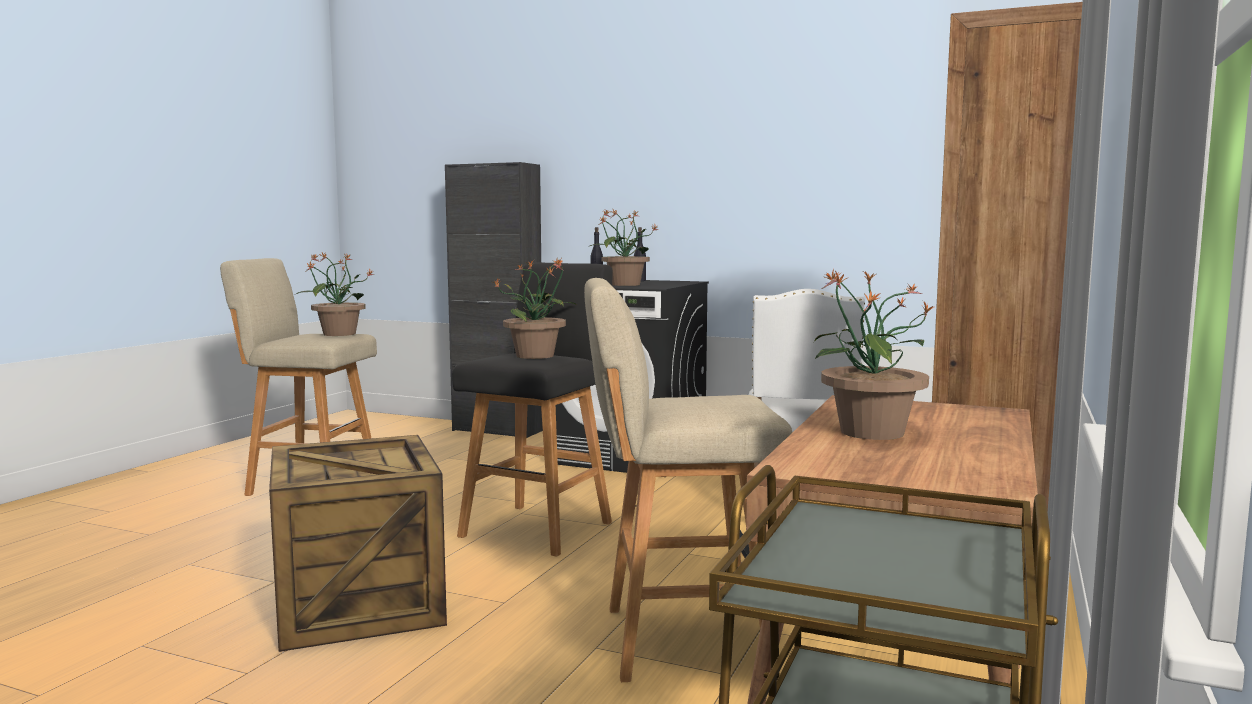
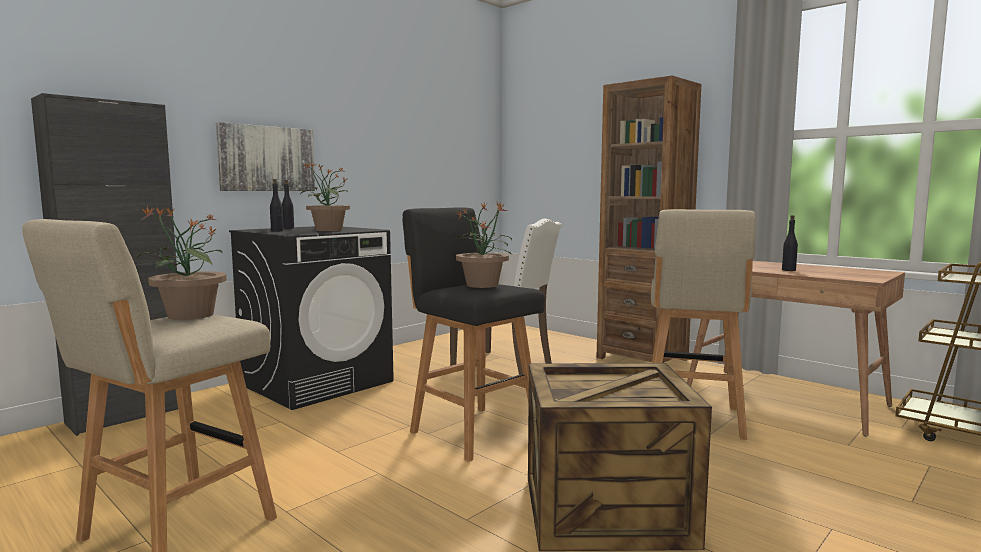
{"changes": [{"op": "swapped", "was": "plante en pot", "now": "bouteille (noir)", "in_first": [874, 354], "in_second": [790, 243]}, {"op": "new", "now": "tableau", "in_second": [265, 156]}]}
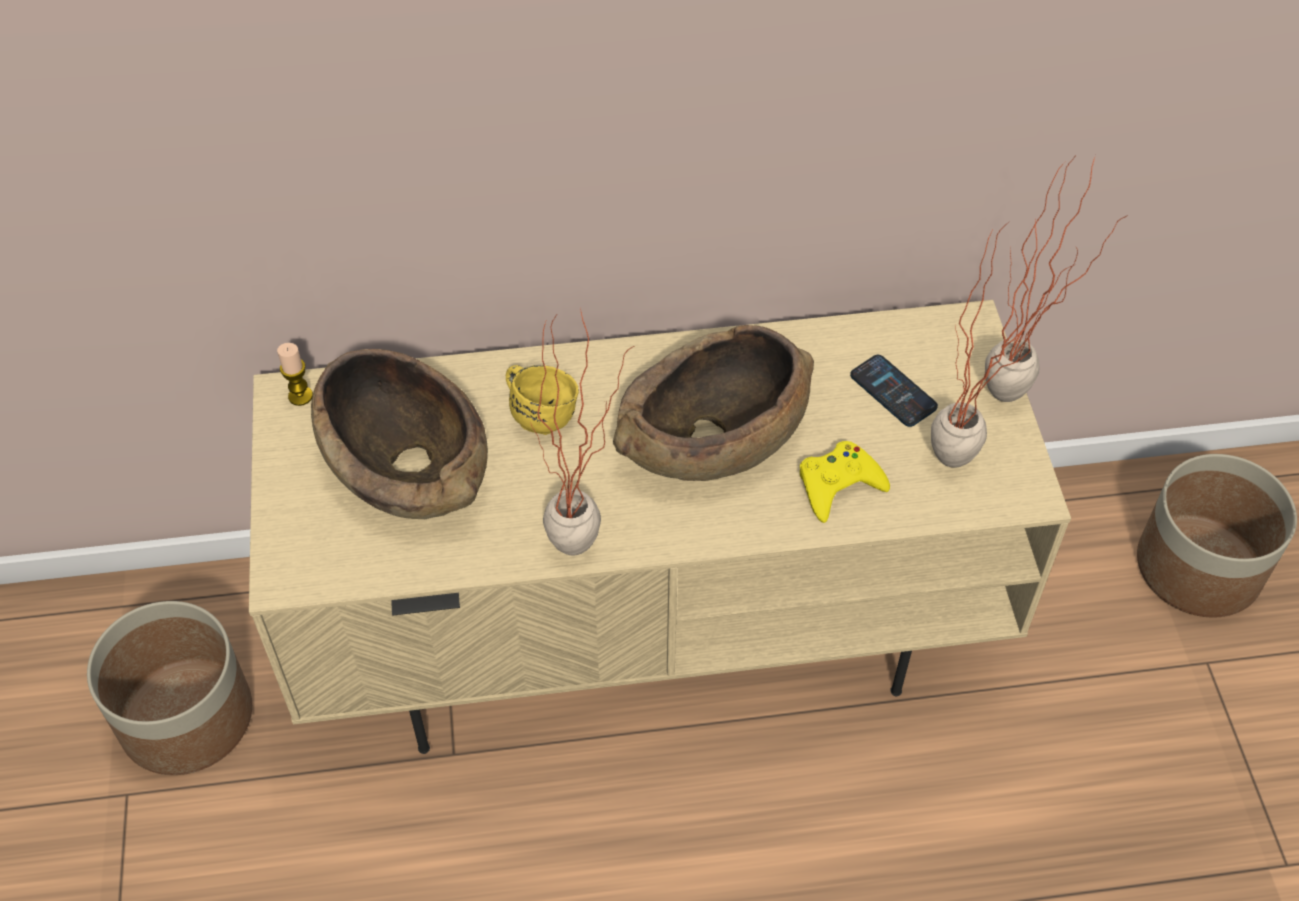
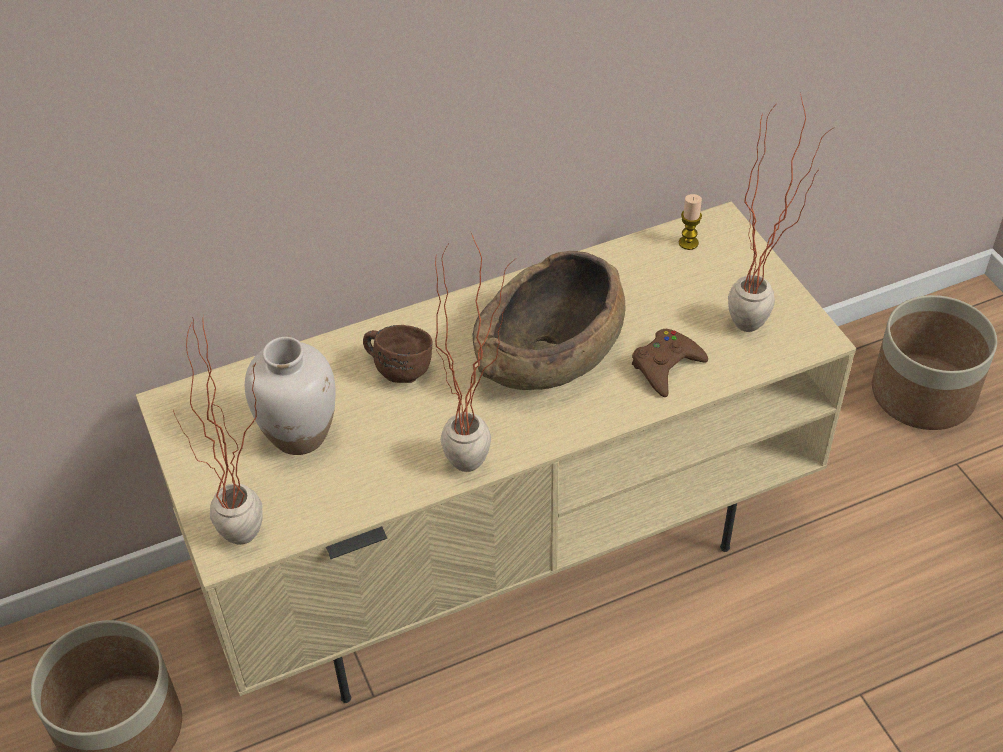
{"changes": [{"op": "shifted", "was": "bougie", "in_first": [295, 374], "in_second": [690, 222]}, {"op": "swapped", "was": "bol (marron)", "now": "vase (blanc)", "in_first": [399, 434], "in_second": [290, 396]}, {"op": "repainted", "was": "mug (jaune)", "now": "mug (marron)", "in_first": [542, 400], "in_second": [397, 354]}, {"op": "repainted", "was": "manette (jaune)", "now": "manette (marron)", "in_first": [845, 482], "in_second": [670, 363]}, {"op": "gone", "was": "téléphone", "in_first": [894, 391]}, {"op": "shifted", "was": "plante en pot", "in_first": [1056, 278], "in_second": [218, 431]}]}
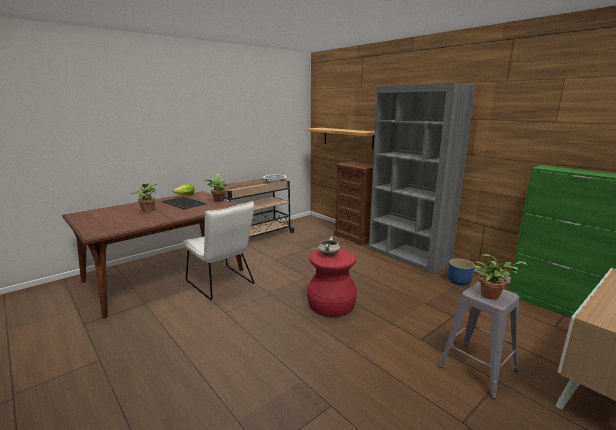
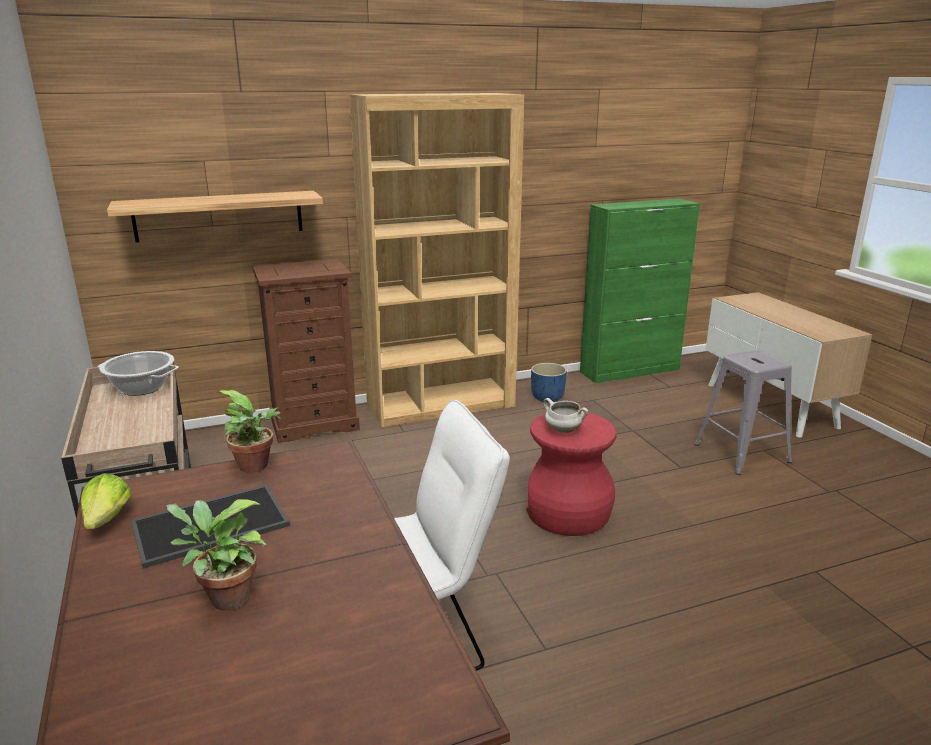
{"changes": [{"op": "repainted", "was": "bibliothèque (gris)", "now": "bibliothèque (marron)", "in_first": [422, 178], "in_second": [436, 260]}, {"op": "gone", "was": "plante en pot", "in_first": [500, 277]}]}
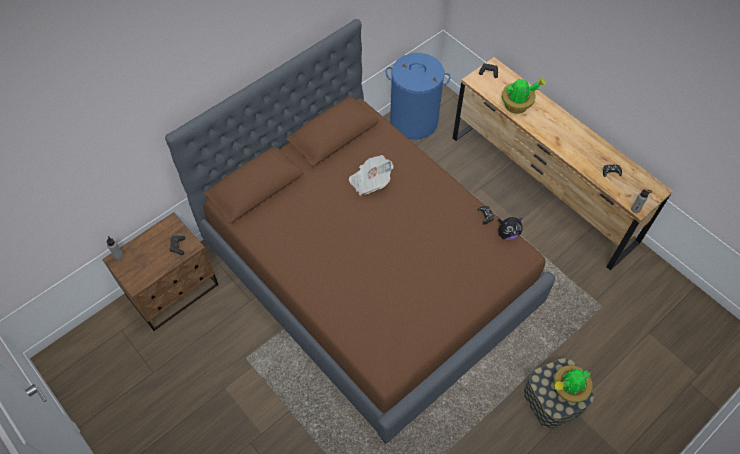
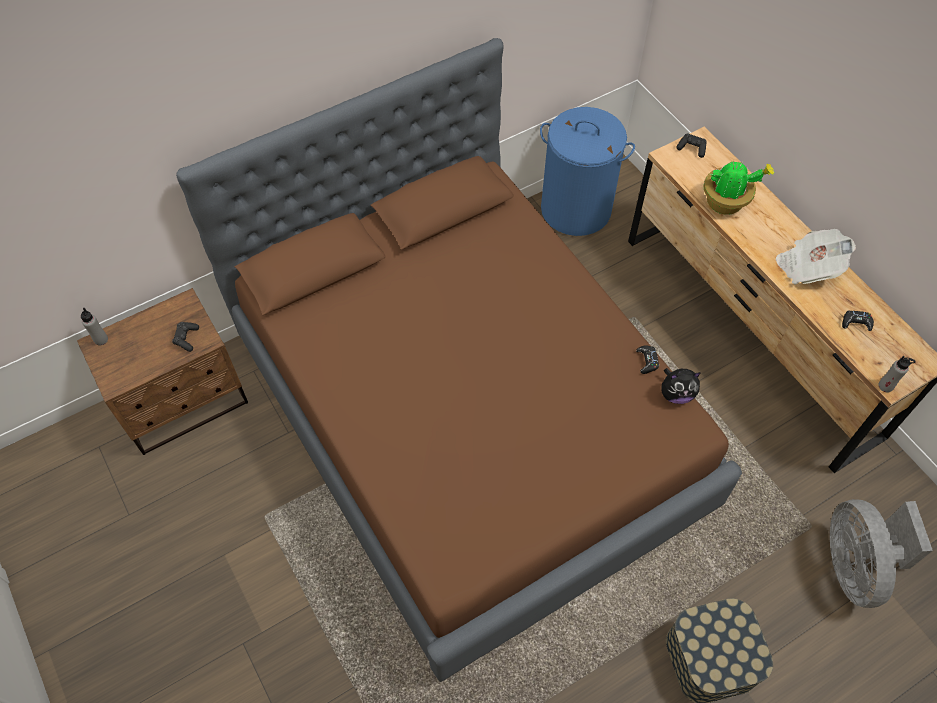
{"changes": [{"op": "shifted", "was": "journal", "in_first": [371, 175], "in_second": [815, 257]}, {"op": "gone", "was": "plante en pot", "in_first": [573, 384]}, {"op": "new", "now": "ventilateur (gris)", "in_second": [881, 553]}]}
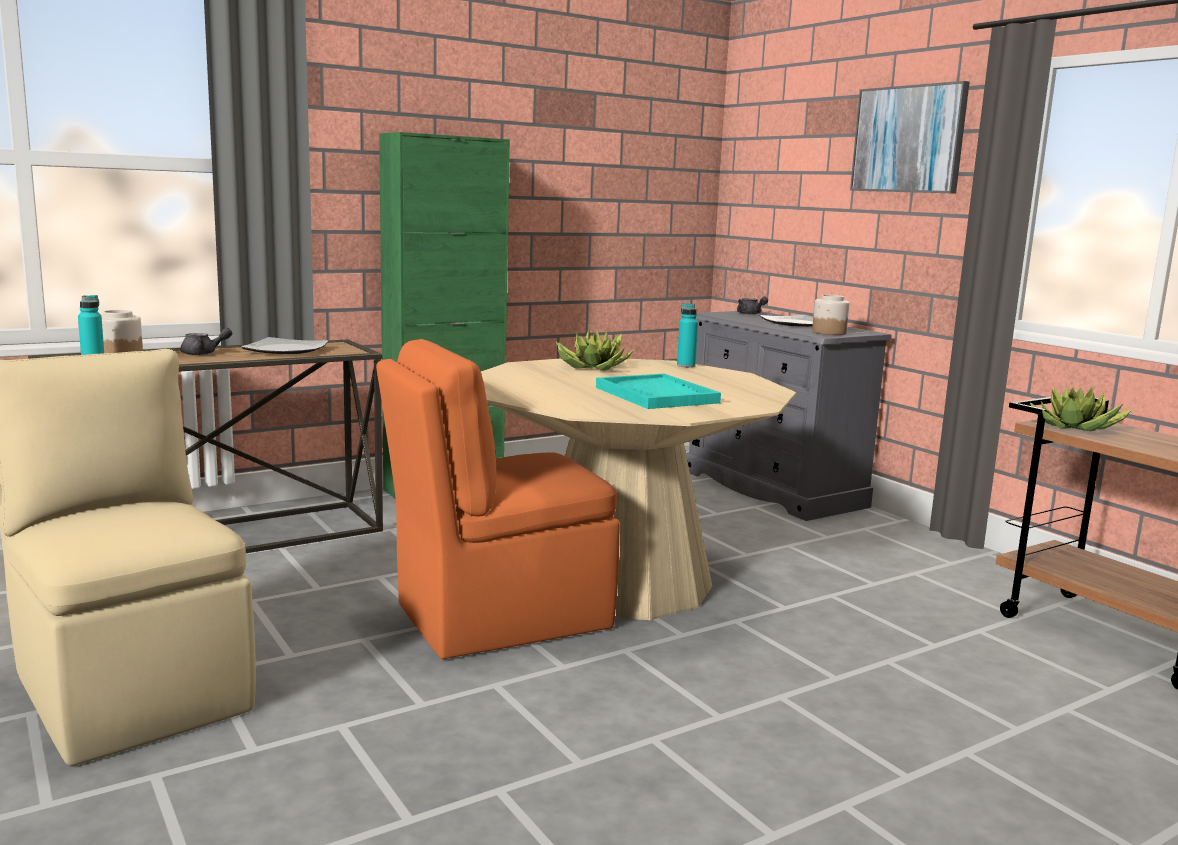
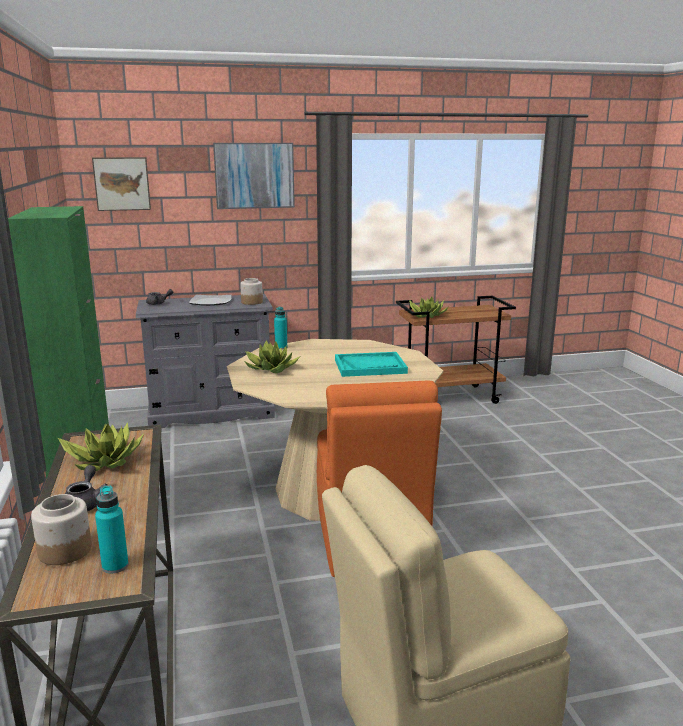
{"changes": [{"op": "swapped", "was": "assiette", "now": "plante en pot", "in_first": [285, 345], "in_second": [101, 446]}, {"op": "new", "now": "tableau", "in_second": [121, 184]}]}
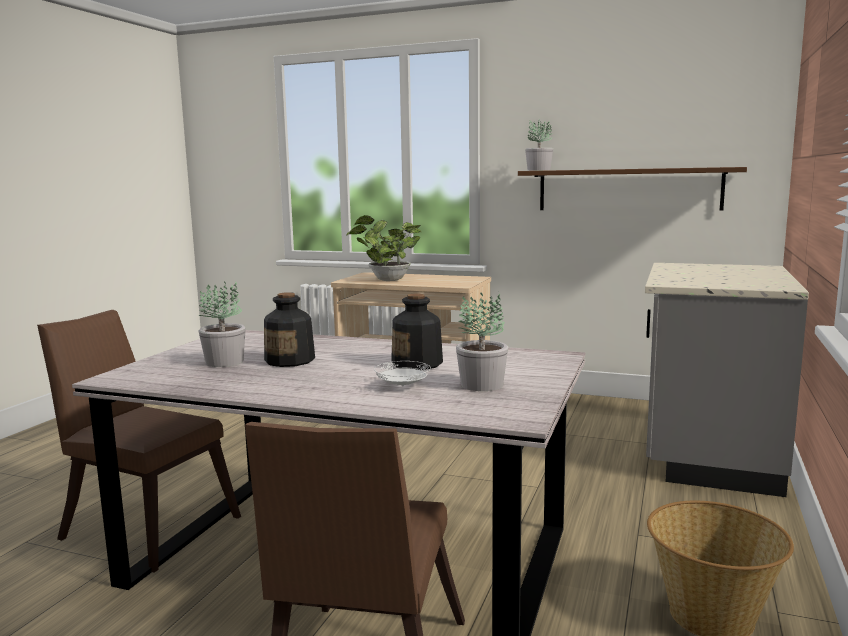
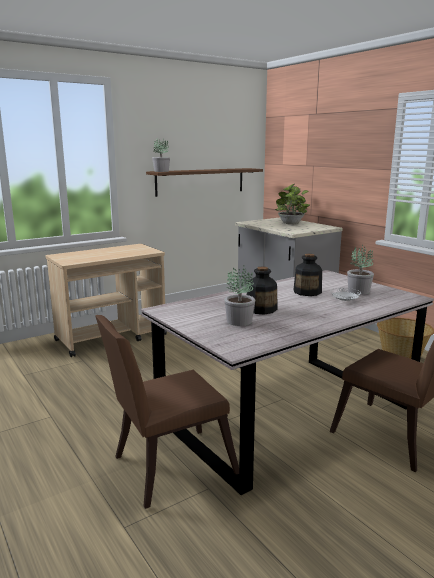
{"changes": [{"op": "shifted", "was": "plante en pot", "in_first": [383, 248], "in_second": [292, 204]}]}
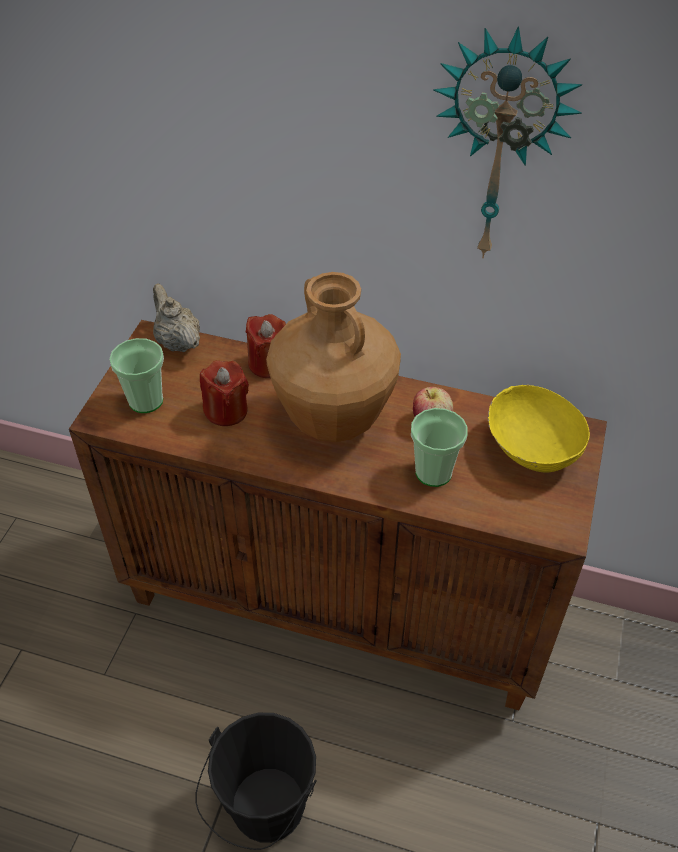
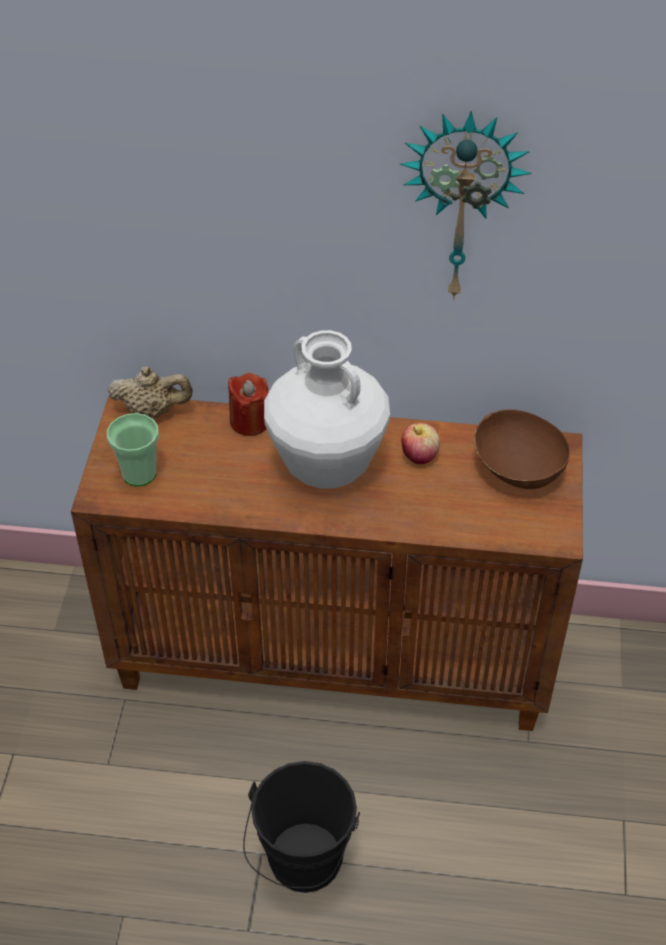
{"changes": [{"op": "rotated", "was": "théière (beige)", "in_first": [176, 318], "in_second": [150, 392], "clockwise": 135}, {"op": "gone", "was": "bougie (rouge)", "in_first": [224, 393]}, {"op": "repainted", "was": "vase (marron)", "now": "vase (blanc)", "in_first": [333, 357], "in_second": [327, 409]}, {"op": "gone", "was": "tasse", "in_first": [439, 447]}, {"op": "repainted", "was": "bol (jaune)", "now": "bol (marron)", "in_first": [539, 429], "in_second": [522, 449]}]}
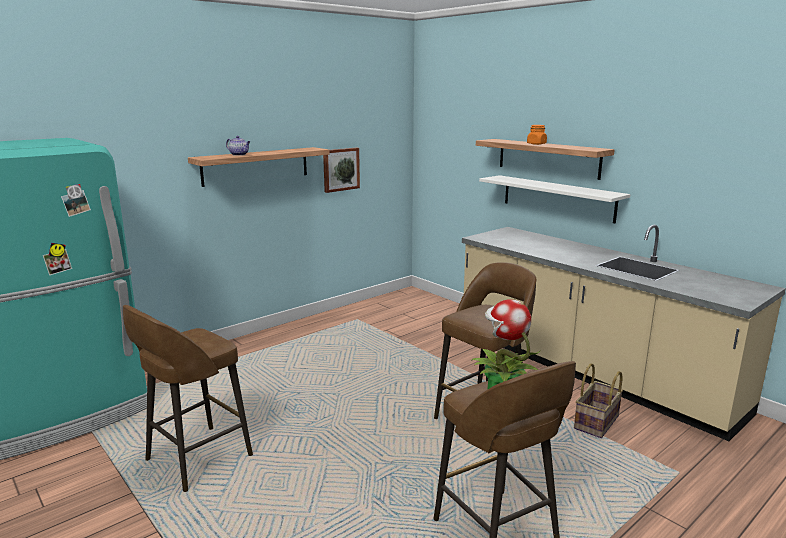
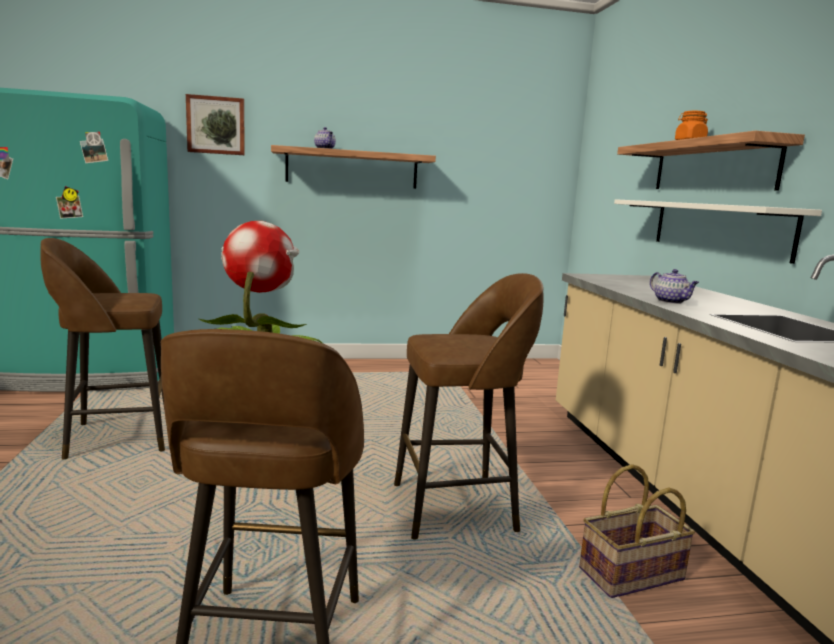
{"changes": [{"op": "shifted", "was": "tableau", "in_first": [341, 170], "in_second": [215, 124]}, {"op": "new", "now": "théière", "in_second": [674, 286]}]}
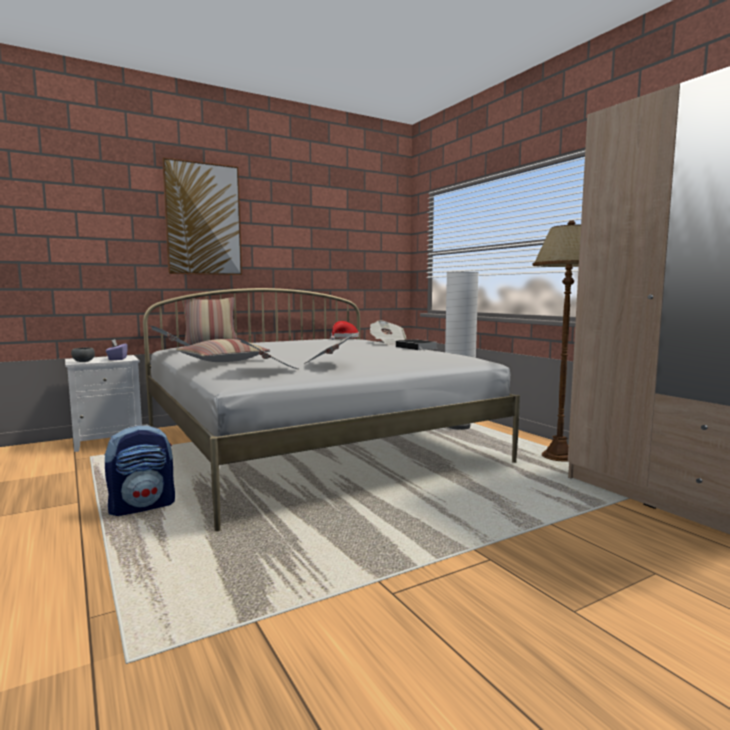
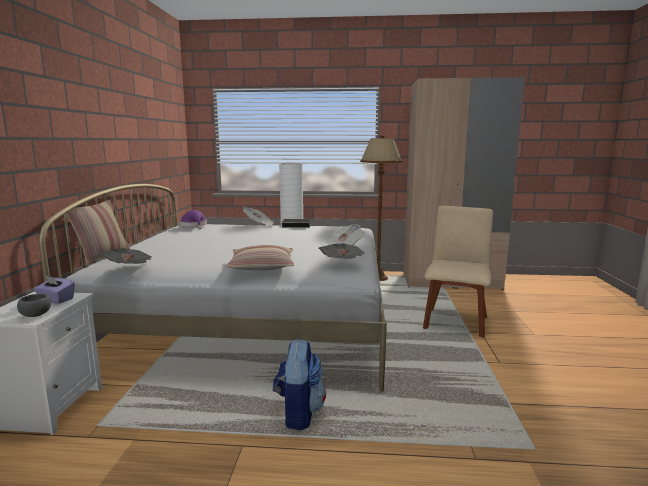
{"changes": [{"op": "gone", "was": "tableau", "in_first": [202, 216]}, {"op": "repainted", "was": "chapeau (rouge)", "now": "chapeau (violet)", "in_first": [344, 330], "in_second": [193, 219]}, {"op": "new", "now": "chaise (beige)", "in_second": [458, 272]}]}
